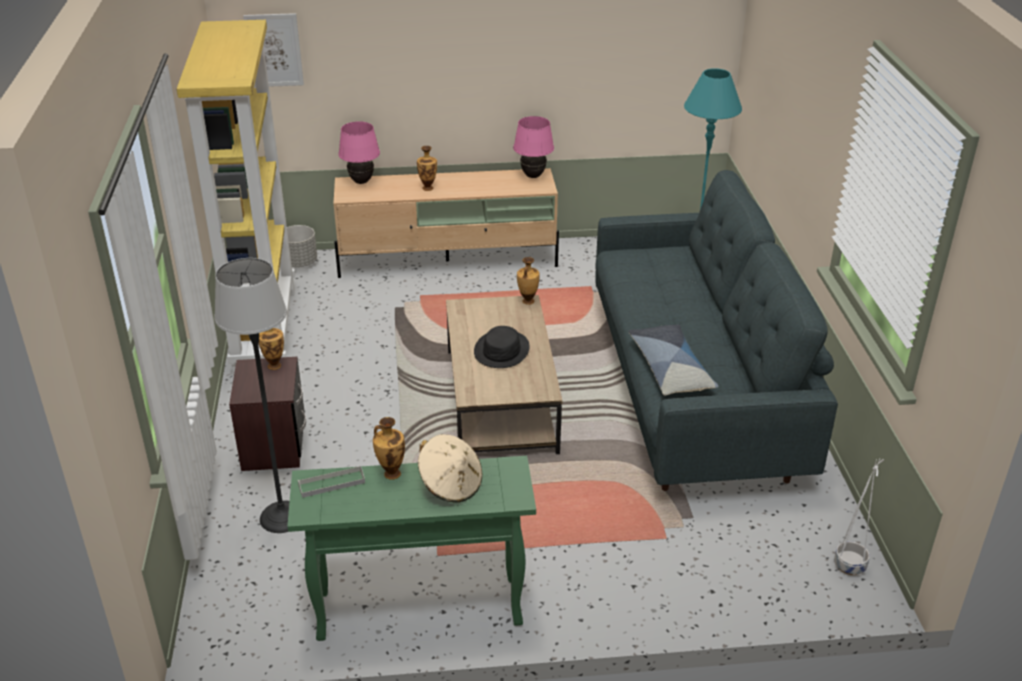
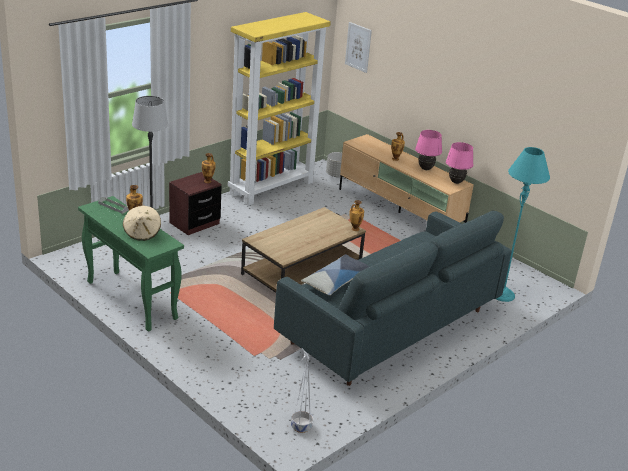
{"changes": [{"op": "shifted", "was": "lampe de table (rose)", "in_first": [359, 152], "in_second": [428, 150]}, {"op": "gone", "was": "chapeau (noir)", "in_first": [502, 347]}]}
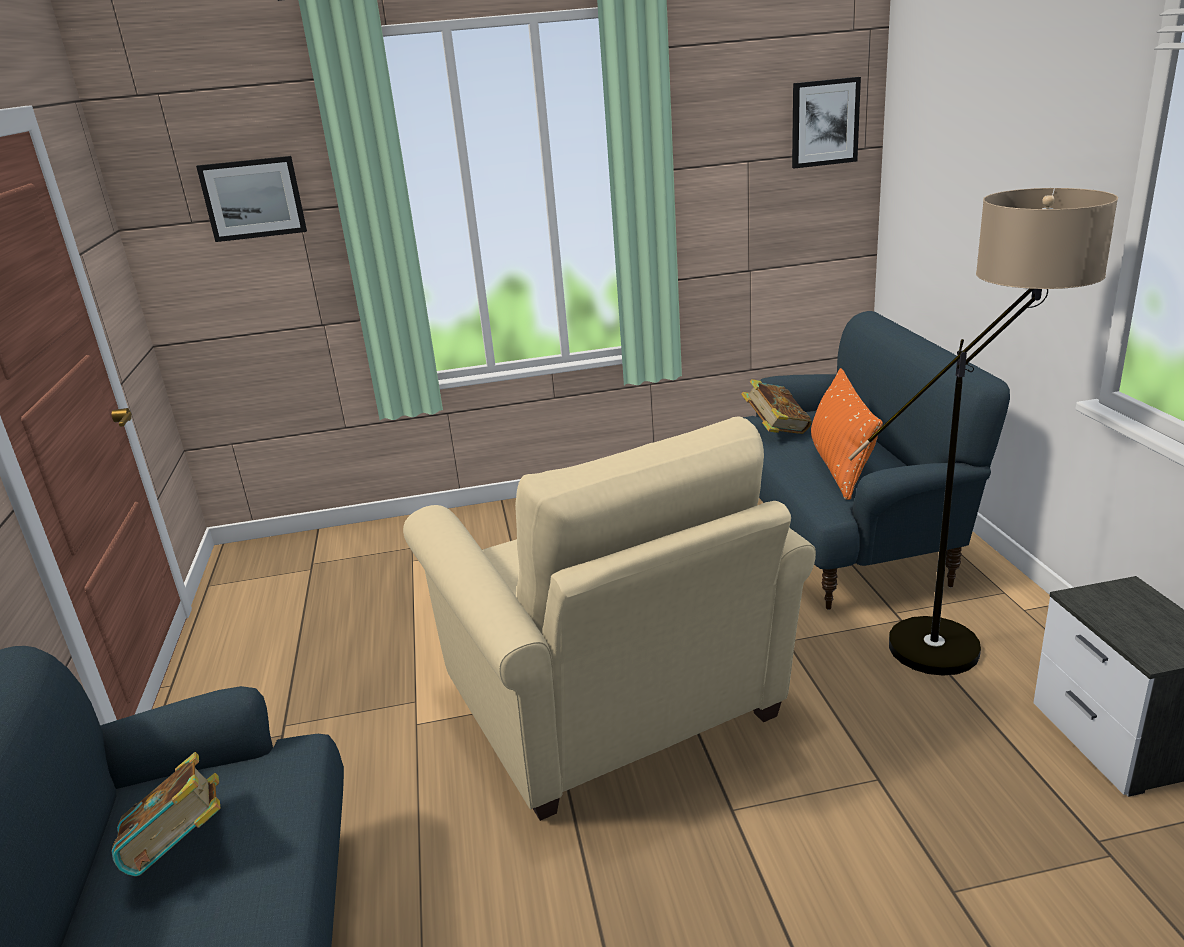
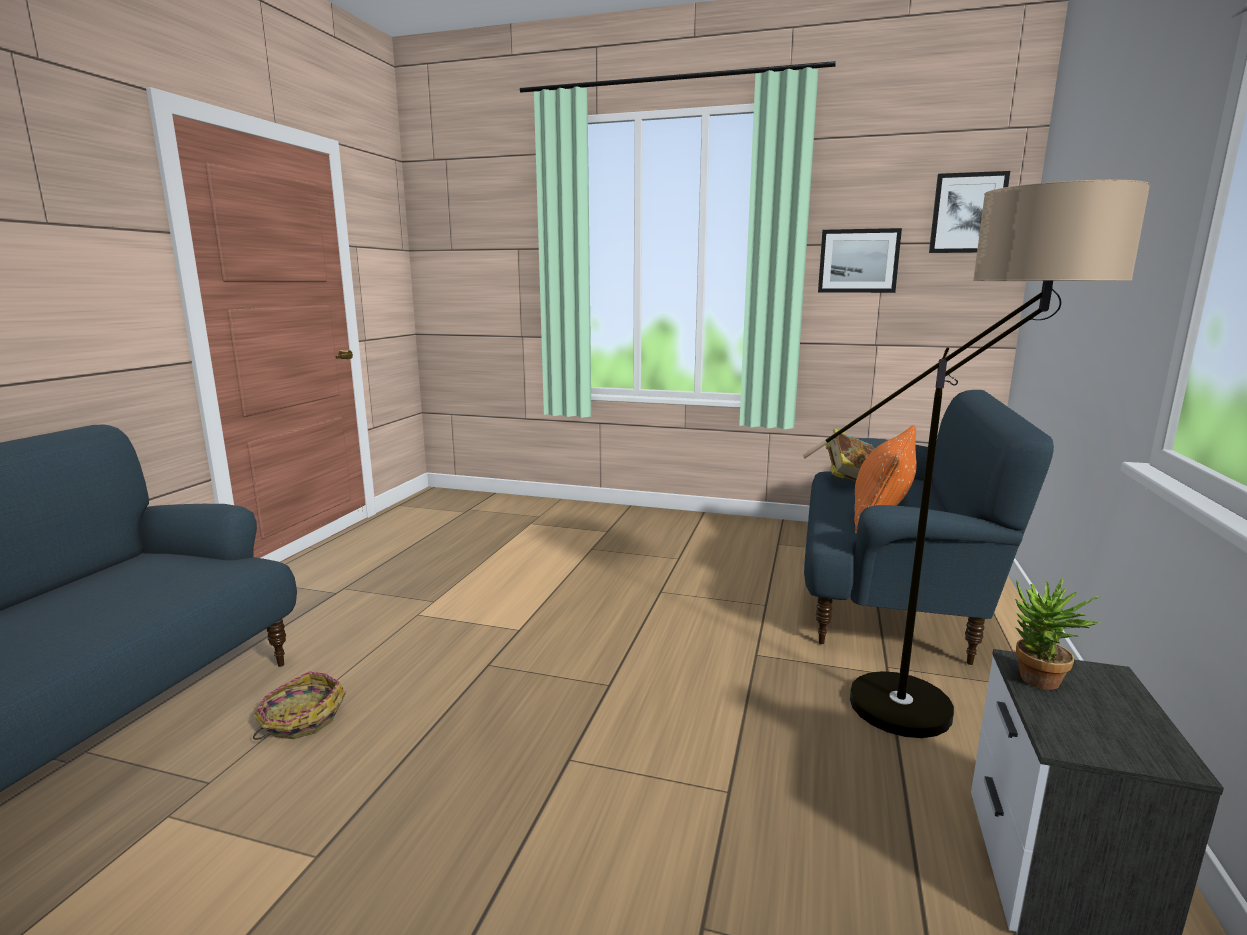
{"changes": [{"op": "gone", "was": "livre", "in_first": [166, 814]}, {"op": "shifted", "was": "tableau", "in_first": [251, 199], "in_second": [860, 260]}, {"op": "gone", "was": "fauteuil (beige)", "in_first": [609, 619]}, {"op": "new", "now": "panier", "in_second": [299, 706]}, {"op": "new", "now": "plante en pot", "in_second": [1057, 634]}]}
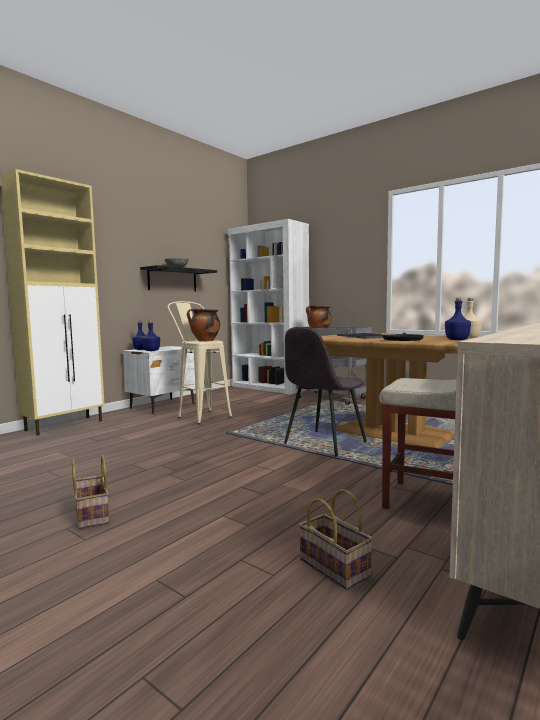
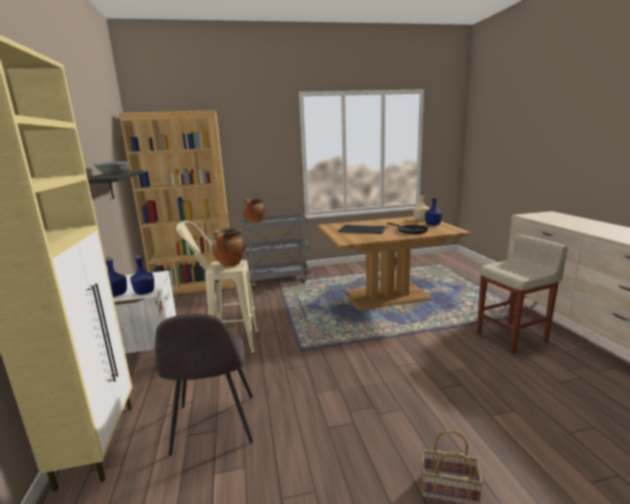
{"changes": [{"op": "repainted", "was": "bibliothèque (blanc)", "now": "bibliothèque (marron)", "in_first": [268, 307], "in_second": [177, 202]}, {"op": "shifted", "was": "chaise (gris)", "in_first": [325, 391], "in_second": [204, 385]}, {"op": "gone", "was": "panier", "in_first": [336, 539]}]}
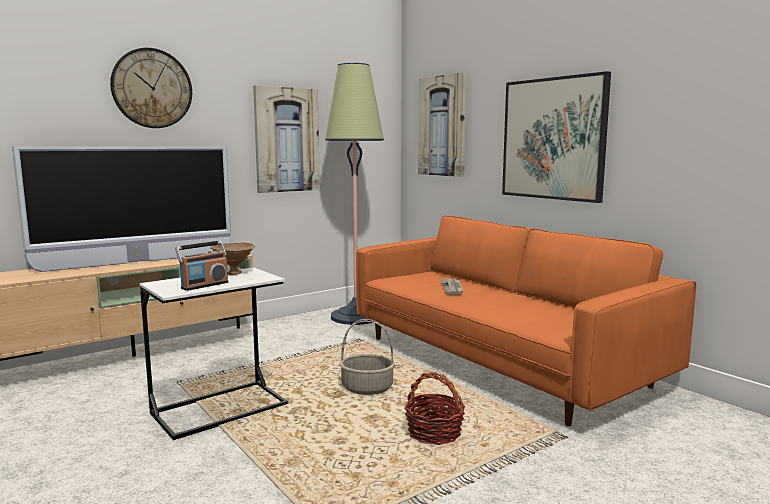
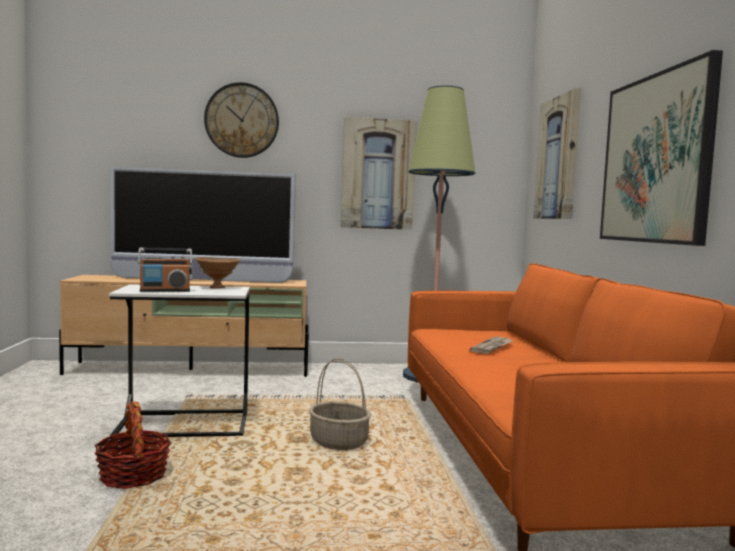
{"changes": [{"op": "shifted", "was": "panier", "in_first": [434, 408], "in_second": [132, 445]}]}
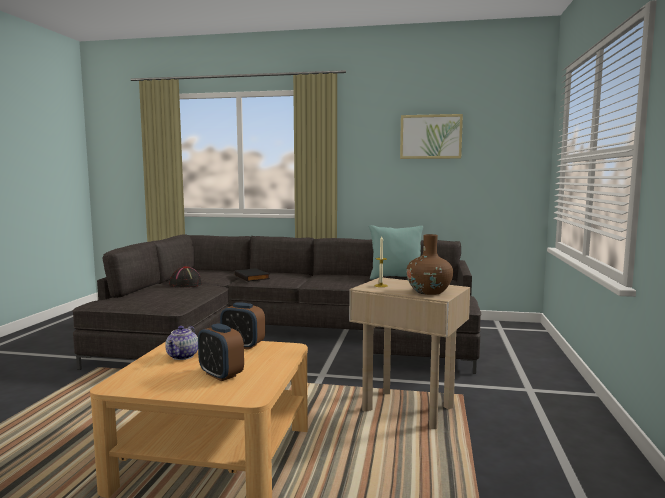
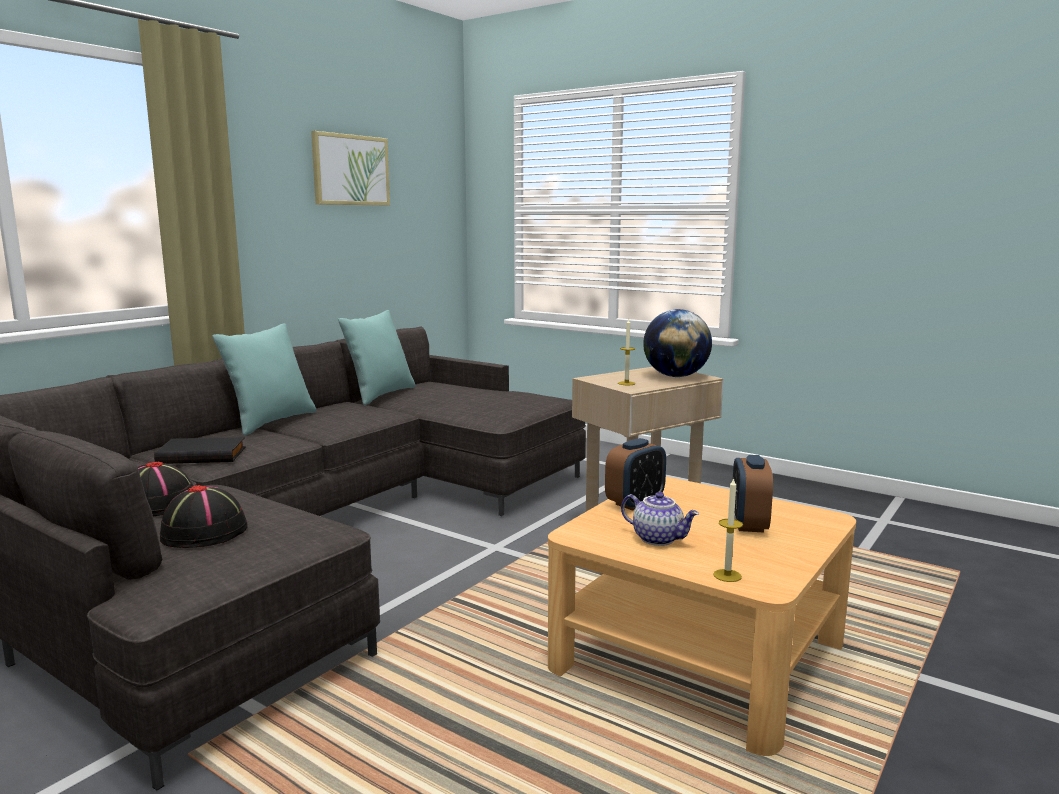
{"changes": [{"op": "rotated", "was": "réveil", "in_first": [221, 352], "in_second": [752, 494], "clockwise": 120}, {"op": "swapped", "was": "vase (marron)", "now": "globe", "in_first": [429, 264], "in_second": [677, 343]}, {"op": "new", "now": "chapeau (noir)", "in_second": [204, 516]}, {"op": "new", "now": "coussin (turquoise)", "in_second": [264, 379]}, {"op": "new", "now": "bougie", "in_second": [728, 529]}]}
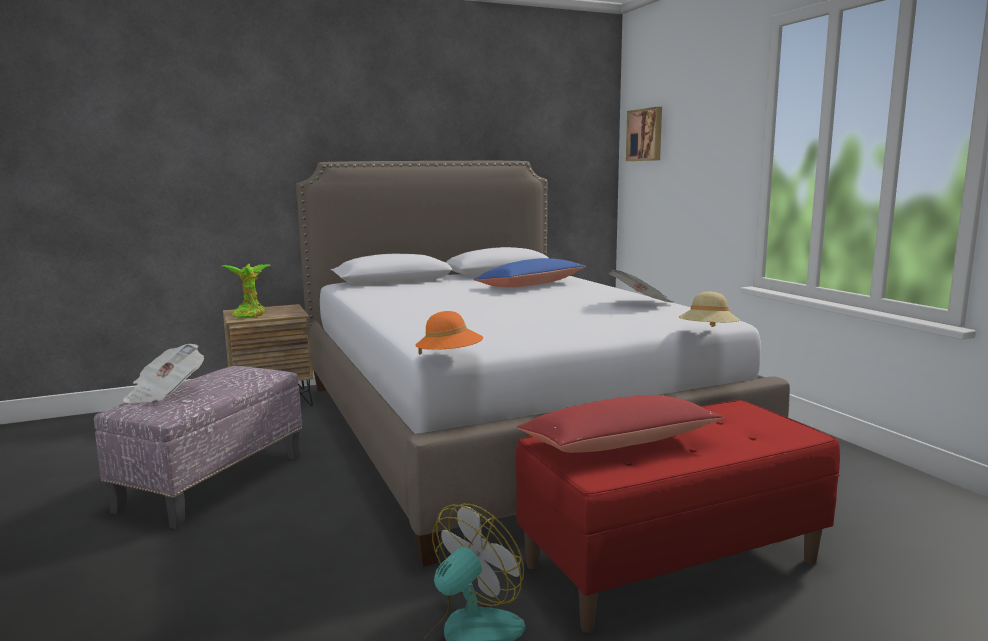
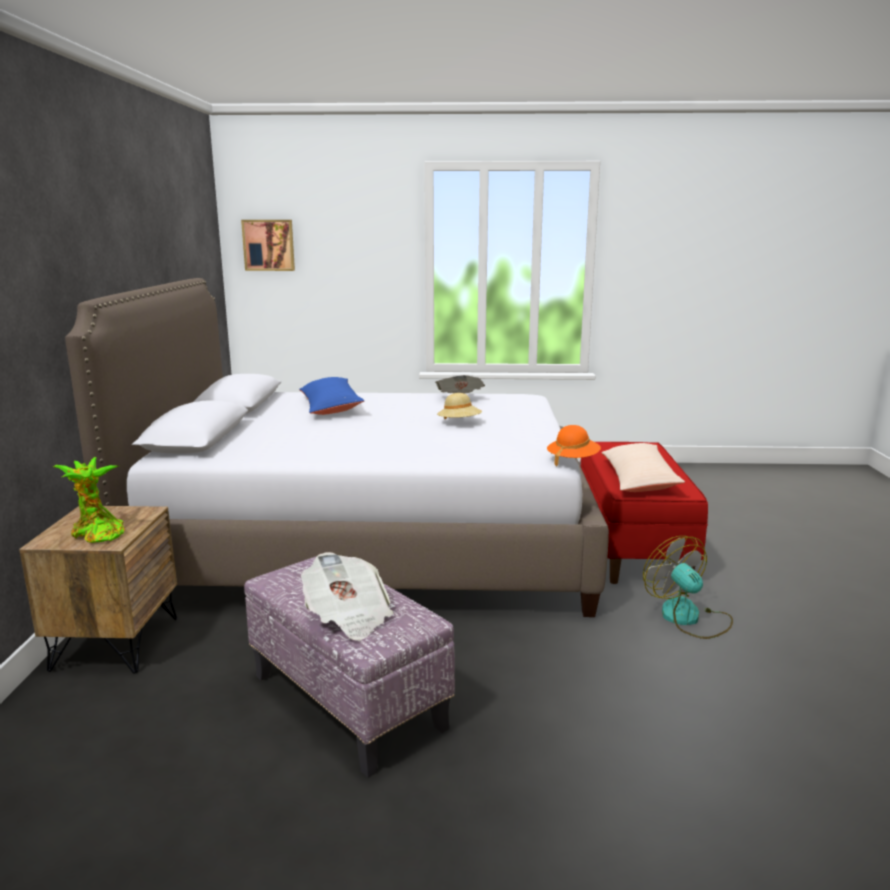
{"changes": [{"op": "repainted", "was": "coussin (rouge)", "now": "coussin (beige)", "in_first": [620, 424], "in_second": [643, 467]}, {"op": "shifted", "was": "chapeau (beige)", "in_first": [709, 309], "in_second": [459, 406]}]}
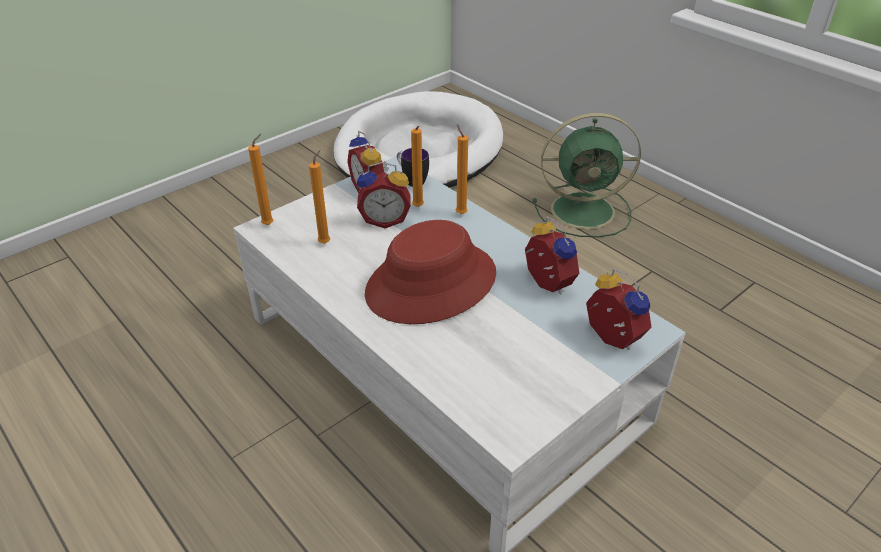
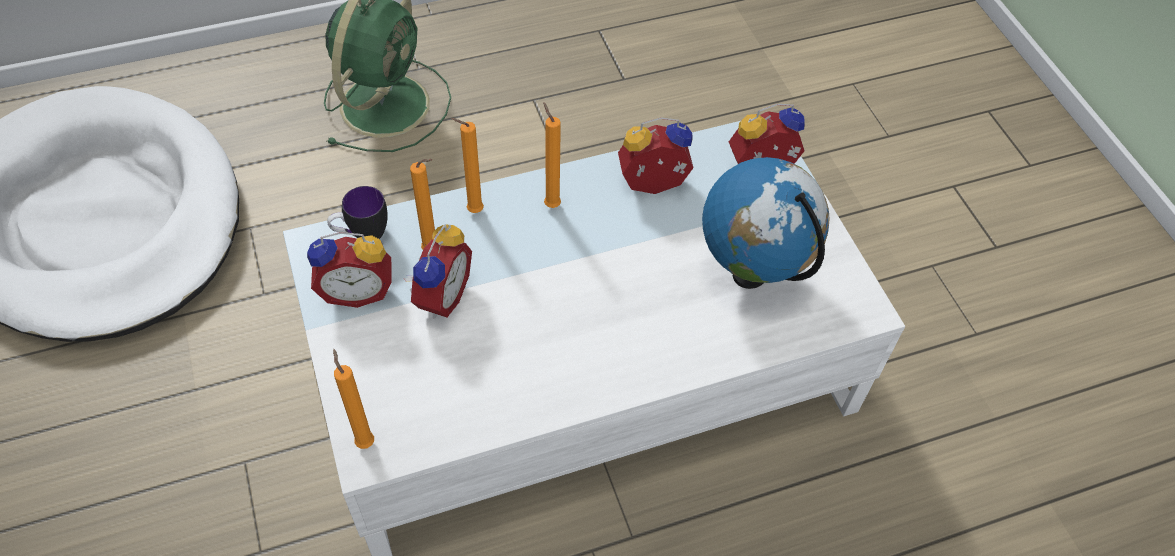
{"changes": [{"op": "shifted", "was": "bougie (orange)", "in_first": [319, 197], "in_second": [552, 155]}, {"op": "gone", "was": "chapeau (rouge)", "in_first": [430, 272]}, {"op": "new", "now": "globe", "in_second": [766, 223]}]}
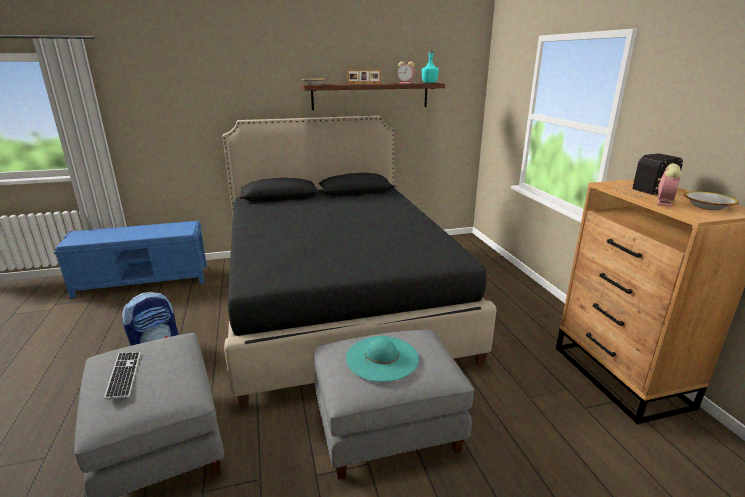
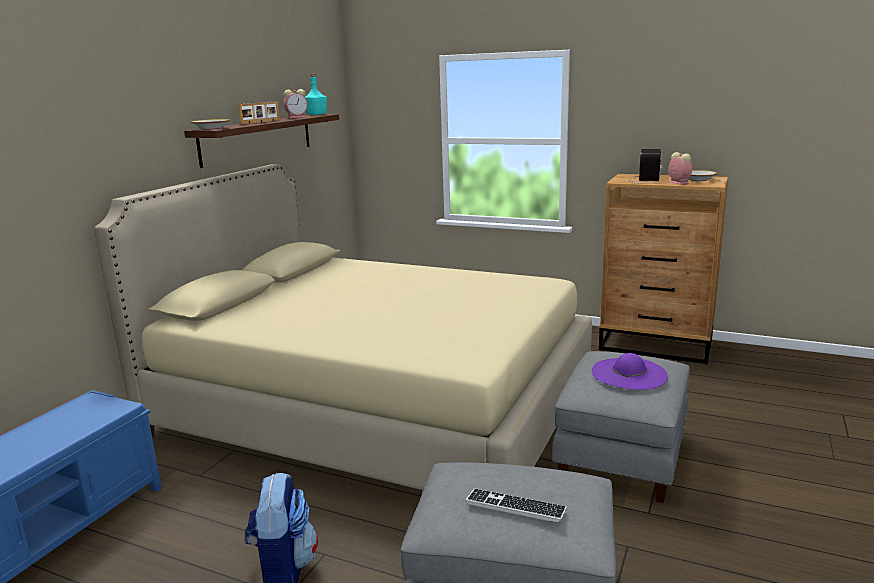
{"changes": [{"op": "repainted", "was": "lit (noir)", "now": "lit (beige)", "in_first": [359, 262], "in_second": [343, 327]}, {"op": "repainted", "was": "chapeau (turquoise)", "now": "chapeau (violet)", "in_first": [382, 359], "in_second": [630, 371]}]}
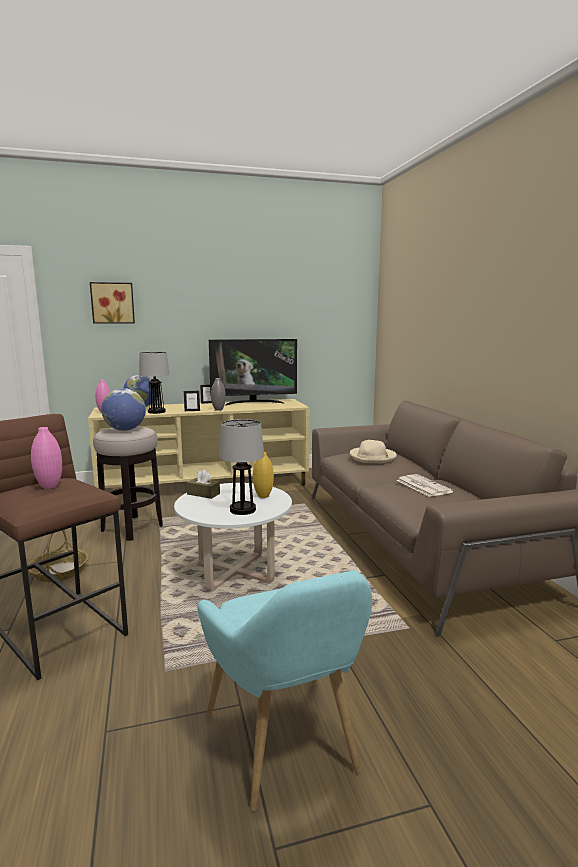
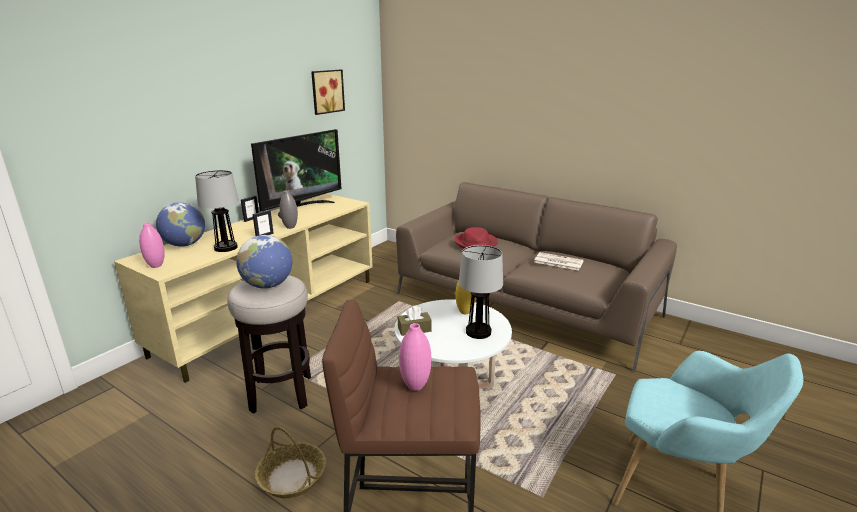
{"changes": [{"op": "shifted", "was": "tableau", "in_first": [112, 303], "in_second": [328, 92]}, {"op": "repainted", "was": "chapeau (beige)", "now": "chapeau (rouge)", "in_first": [373, 451], "in_second": [476, 238]}]}
